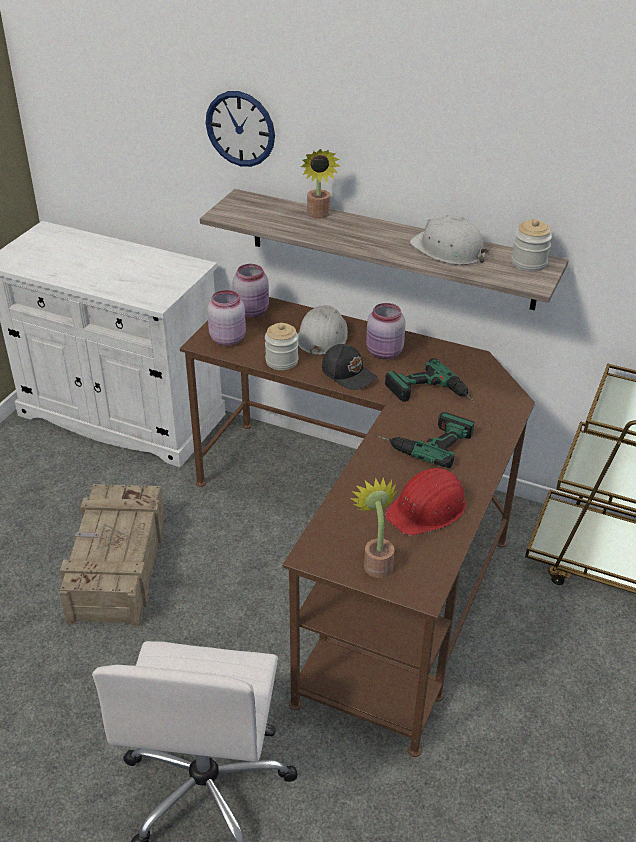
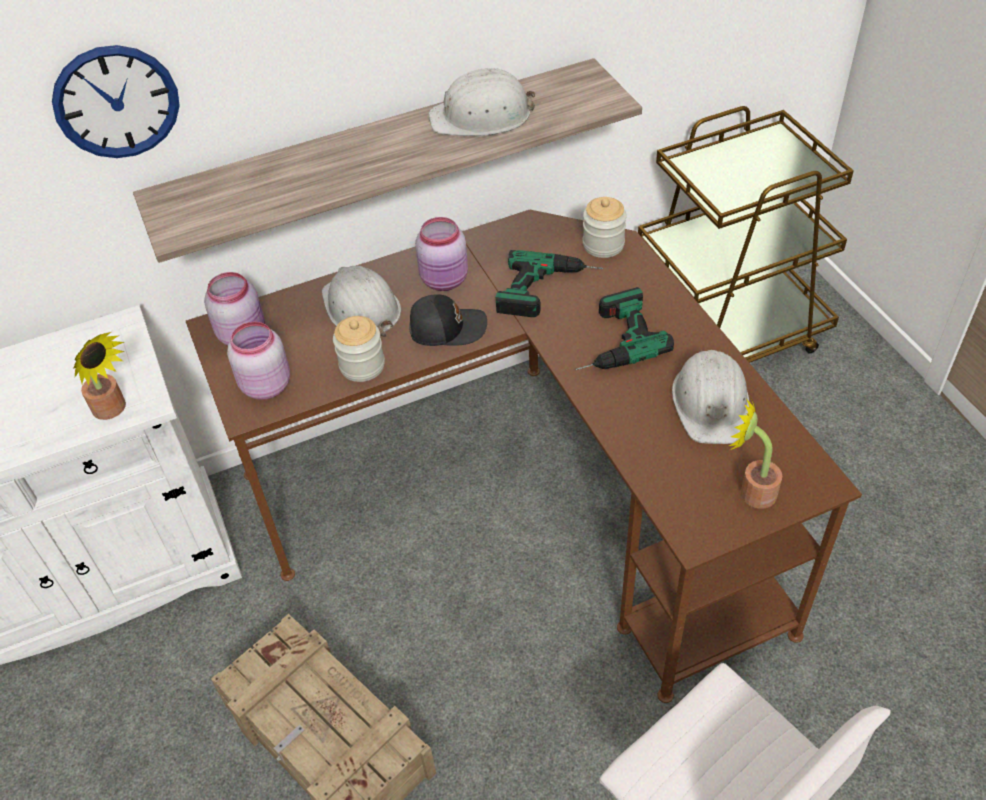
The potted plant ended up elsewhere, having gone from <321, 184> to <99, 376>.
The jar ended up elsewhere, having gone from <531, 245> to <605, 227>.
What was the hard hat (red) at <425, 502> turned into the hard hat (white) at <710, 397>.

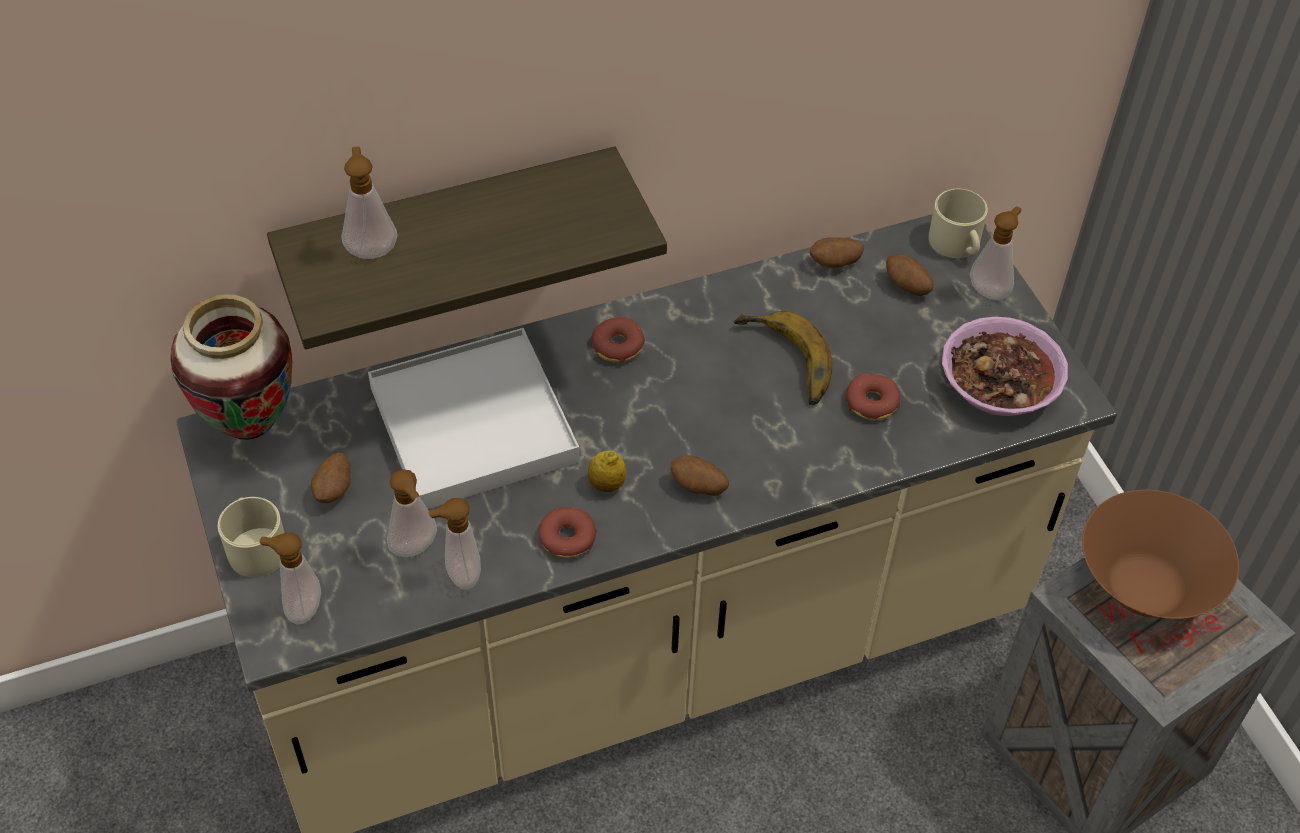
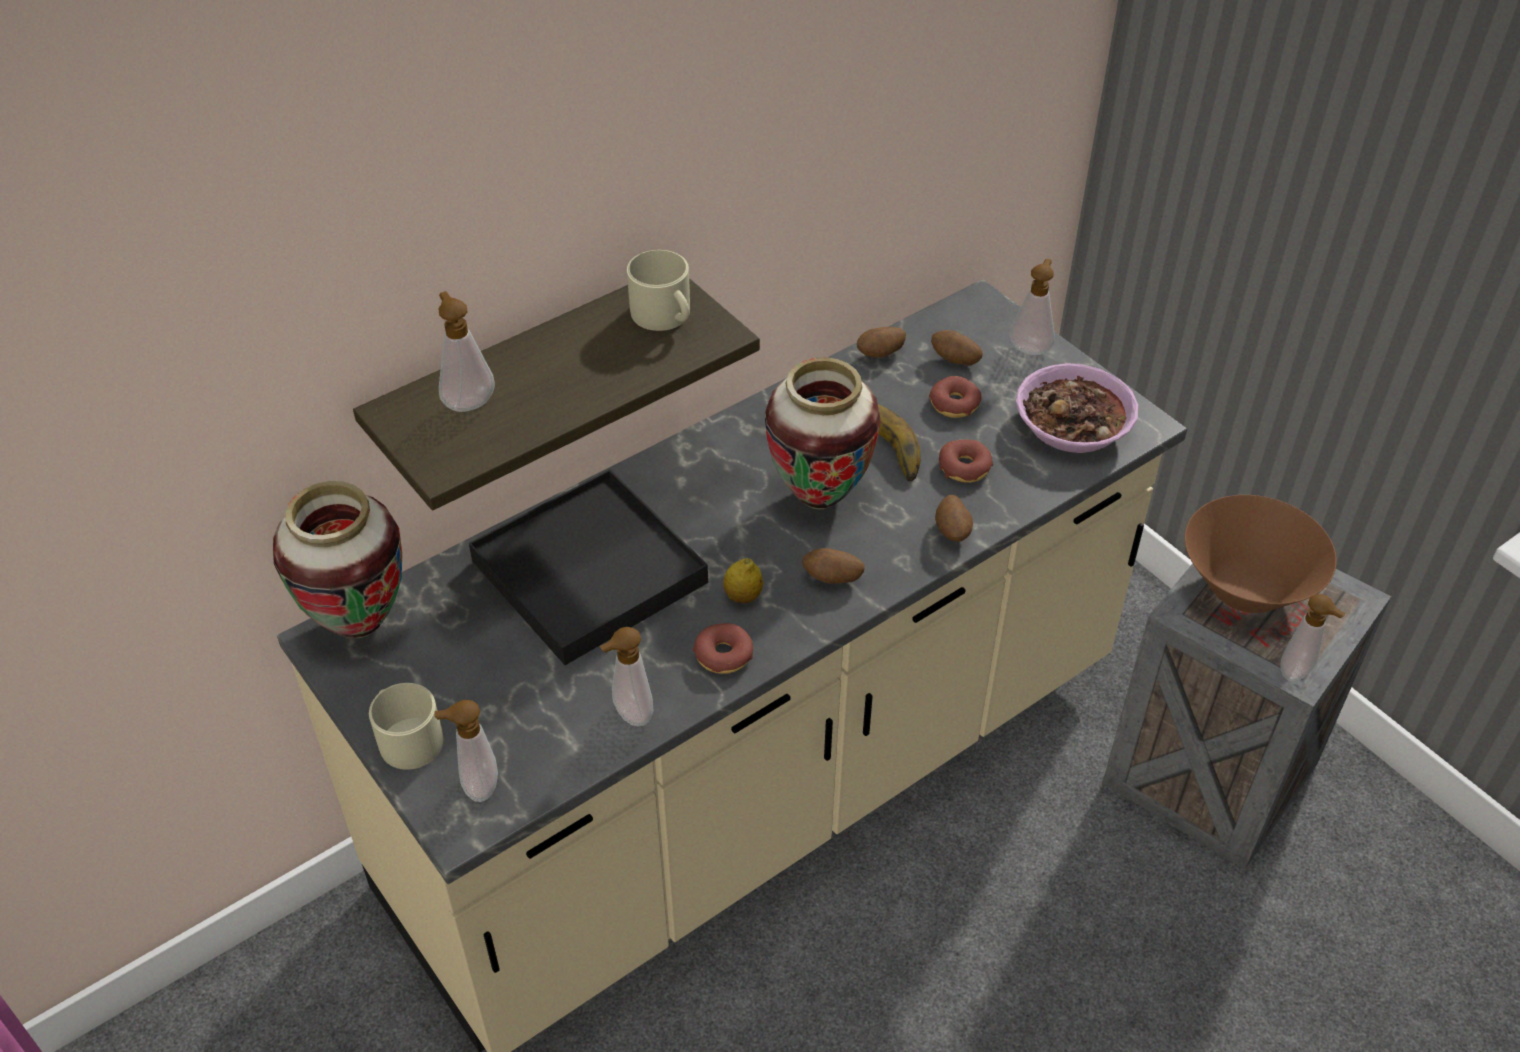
The second view gained the vase at <823, 433>.
The potato ended up elsewhere, having gone from <331, 477> to <954, 518>.
The soap dispenser ended up elsewhere, having gone from <412, 513> to <1313, 637>.
The donut ended up elsewhere, having gone from <618, 340> to <955, 397>.
The mug (beige) ended up elsewhere, having gone from <958, 223> to <658, 290>.
What was the tray (white) at <473, 418> turned into the tray (black) at <588, 567>.

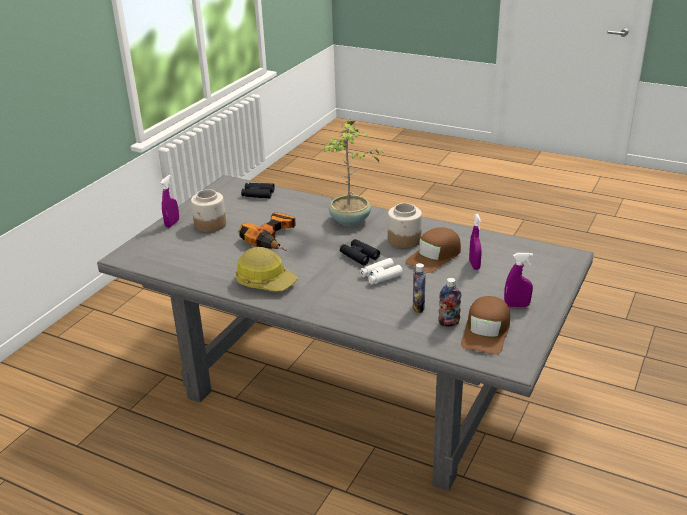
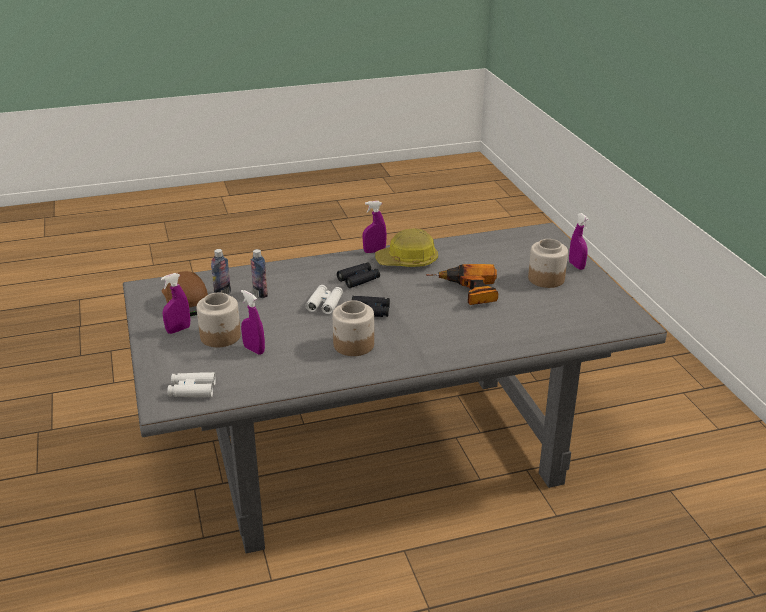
The second view lost the potted plant at <354, 172>.
The second view lost the cap (brown) at <433, 250>.
The second view gained the binoculars (white) at <191, 384>.
The second view gained the jar at <219, 320>.
The second view gained the spray bottle (purple) at <374, 227>.
The binoculars (black) ended up elsewhere, having gone from <258, 190> to <358, 275>.

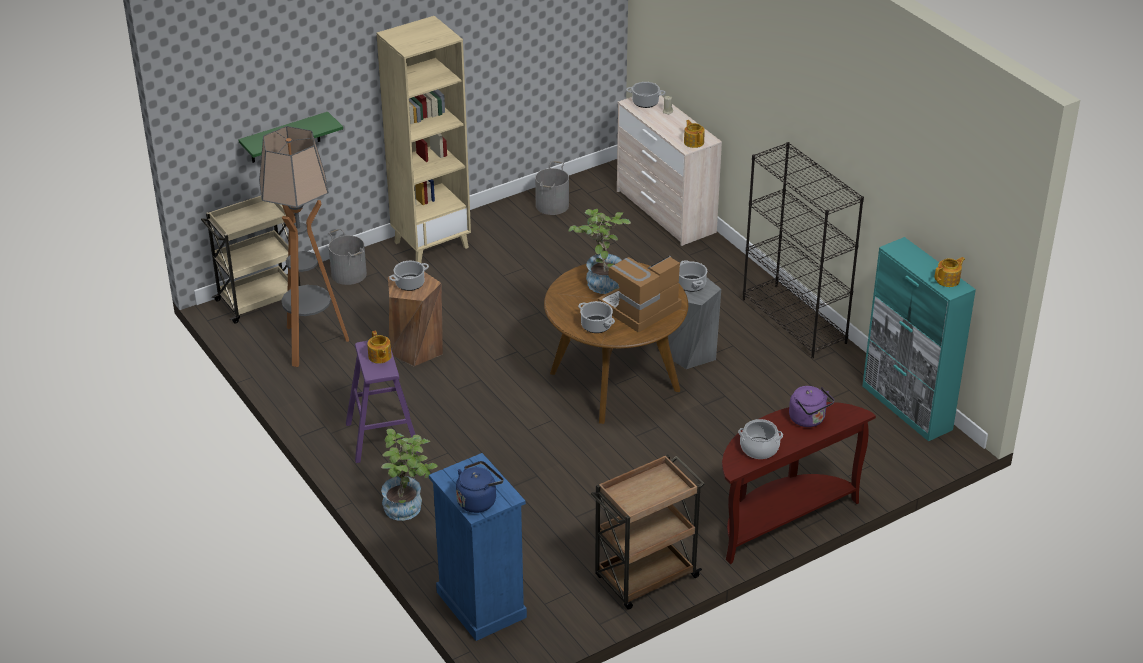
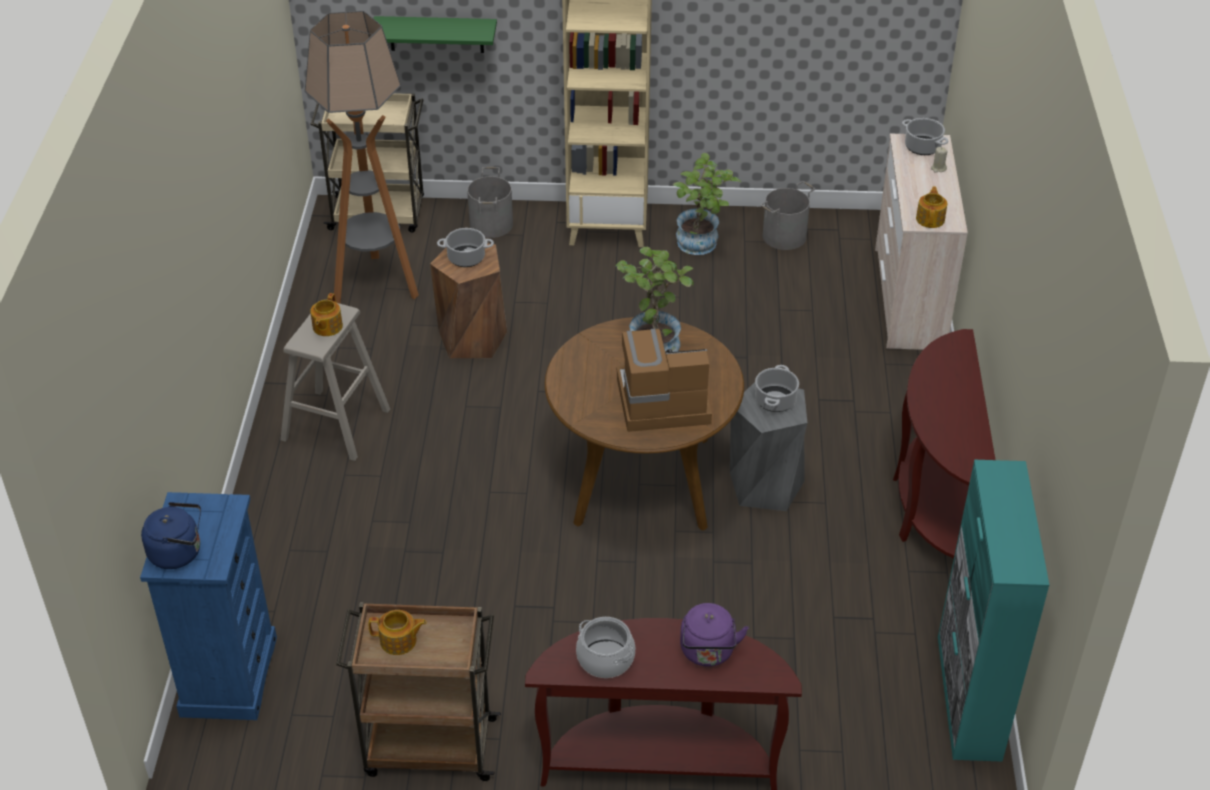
The second view lost the cooking pot at <596, 317>.
The potted plant ended up elsewhere, having gone from <409, 475> to <707, 204>.
The teapot ended up elsewhere, having gone from <950, 272> to <398, 632>.
Where the bookcase (black) stood at <803, 250>, the console table (brown) came to stand at <944, 443>.
What was the stool (purple) at <383, 402> turned into the stool (beige) at <335, 382>.

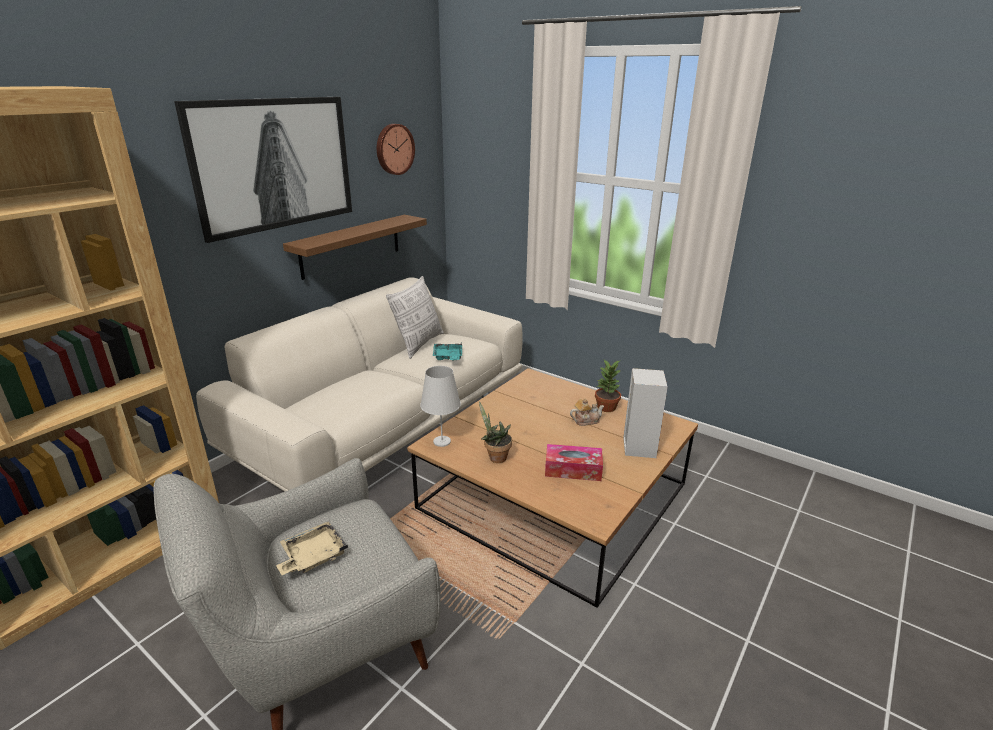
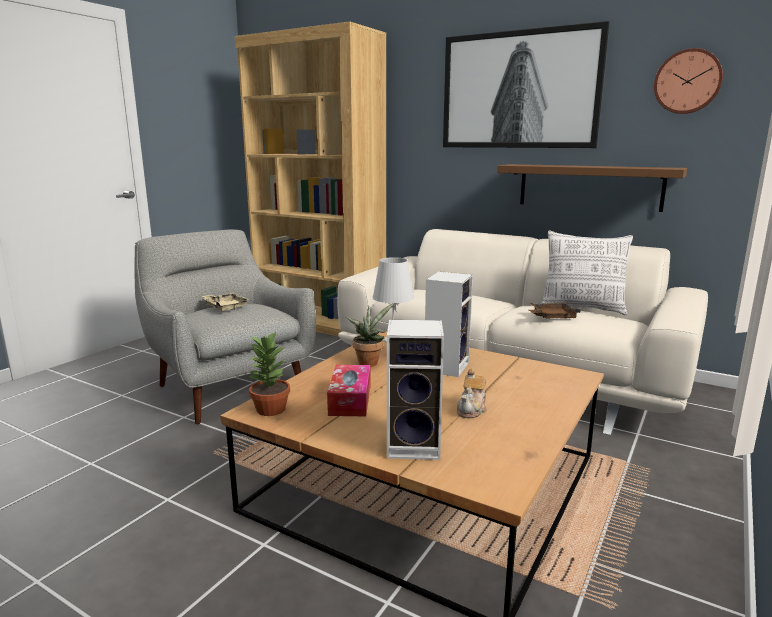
The second view gained the speaker at <449, 324>.
The potted plant ended up elsewhere, having gone from <608, 386> to <269, 374>.
What was the tray (turquoise) at <447, 351> turned into the tray (brown) at <555, 310>.
The teapot at <587, 412> ended up facing another way, 45 degrees clockwise from before.

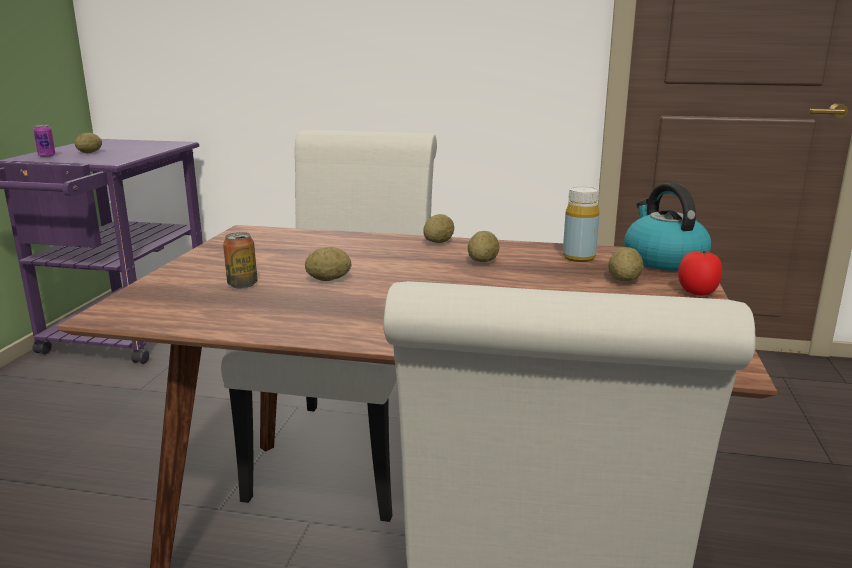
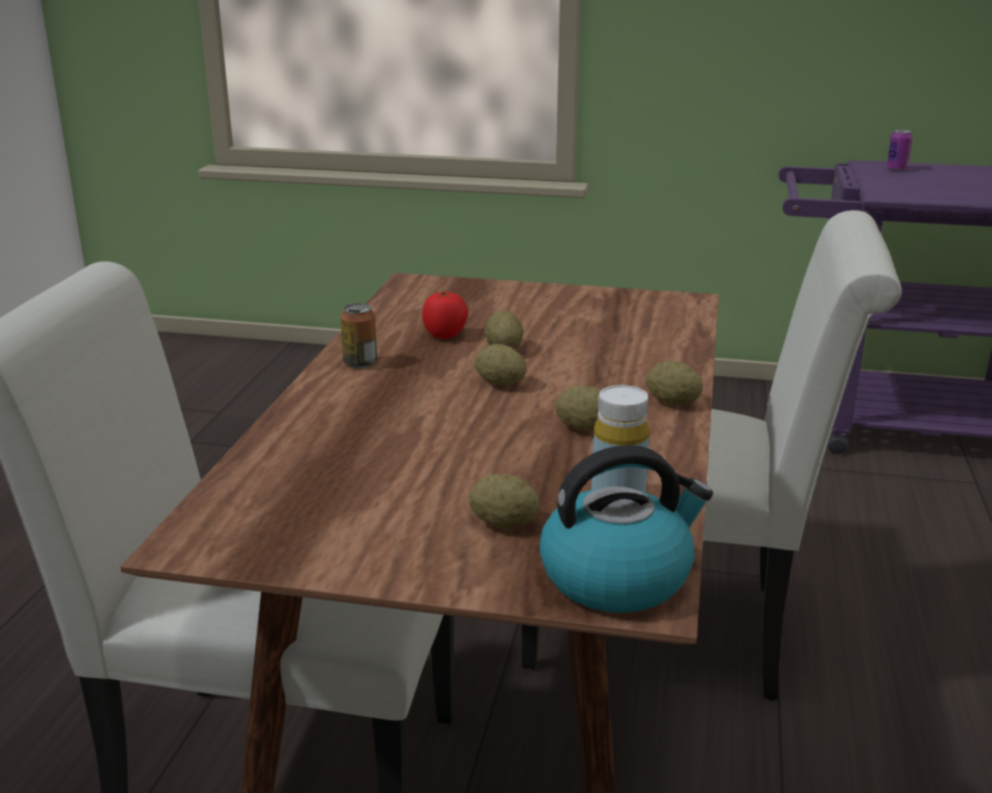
The potato ended up elsewhere, having gone from <88, 143> to <501, 365>.
The can ended up elsewhere, having gone from <240, 260> to <358, 335>.
The tomato ended up elsewhere, having gone from <700, 273> to <445, 315>.

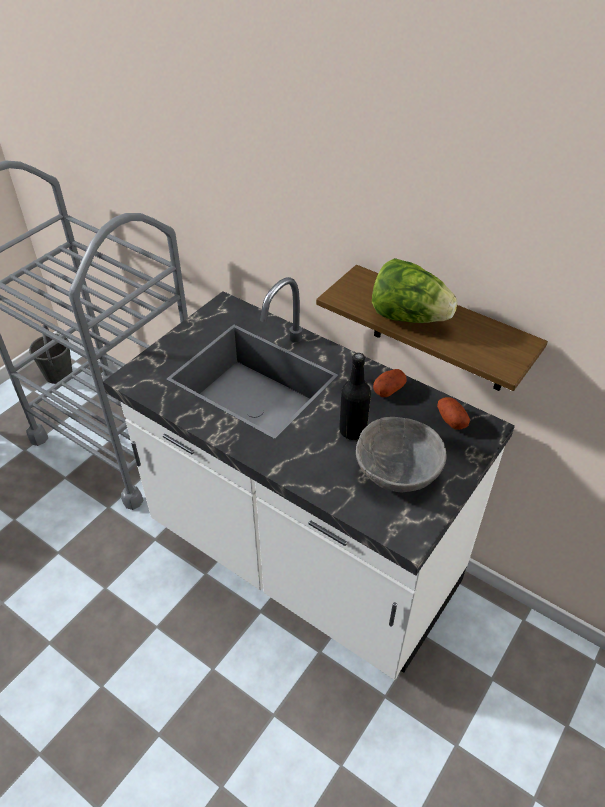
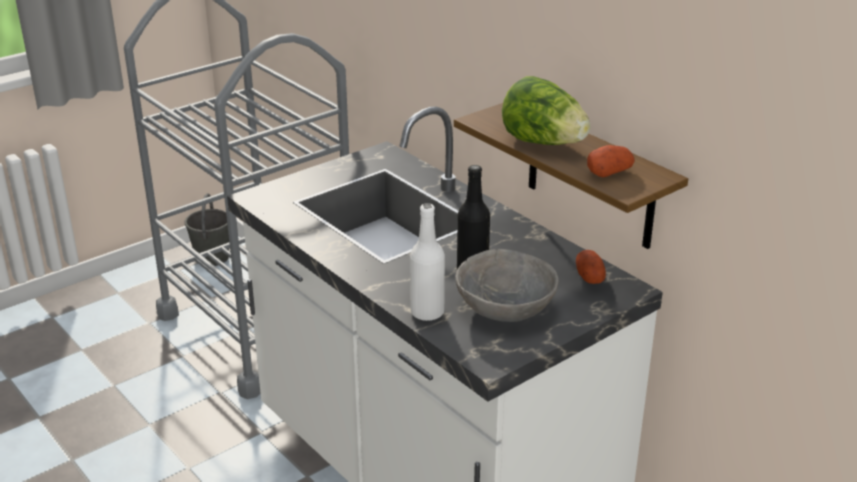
The second view gained the bottle (white) at <427, 262>.
The potato ended up elsewhere, having gone from <390, 383> to <611, 161>.

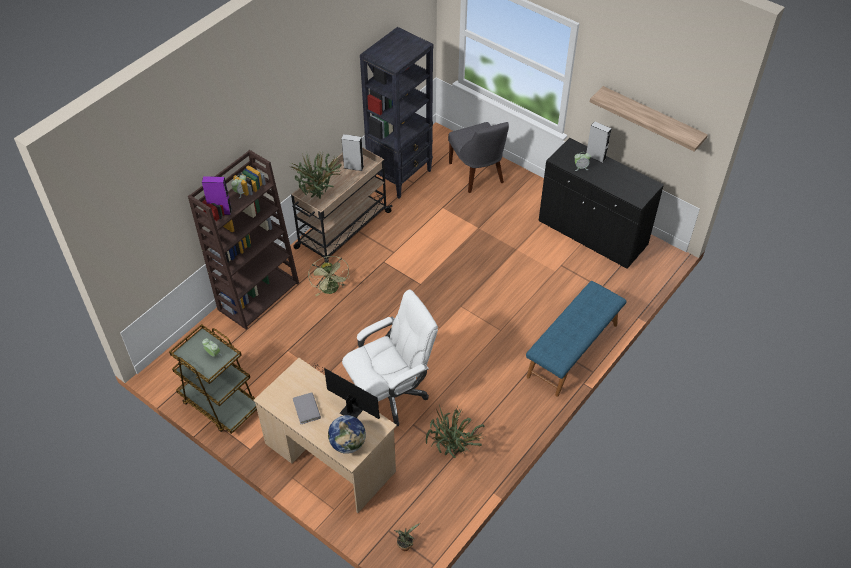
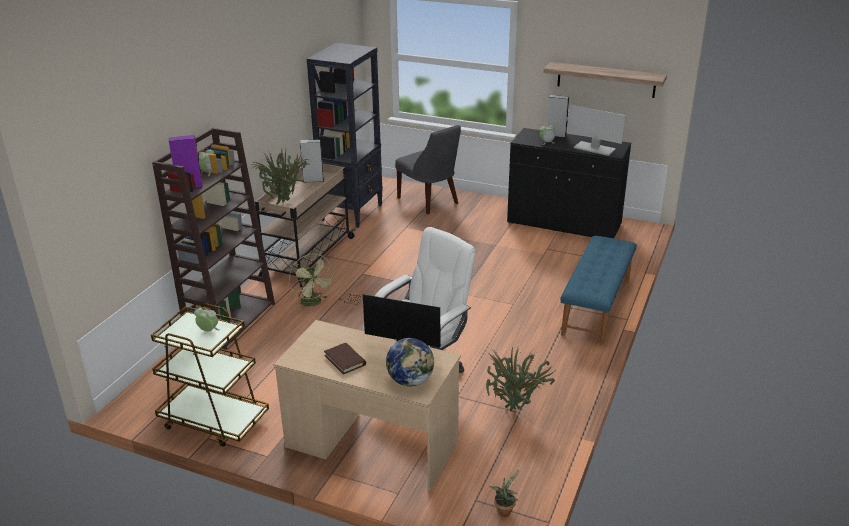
The second view gained the monitor at <596, 130>.
What was the book (grey) at <307, 408> turned into the book (brown) at <345, 359>.

